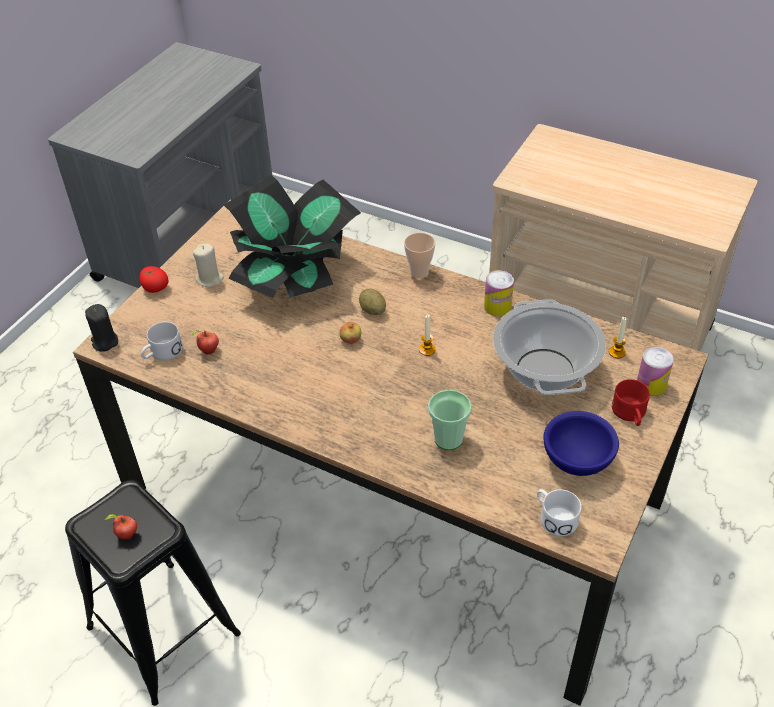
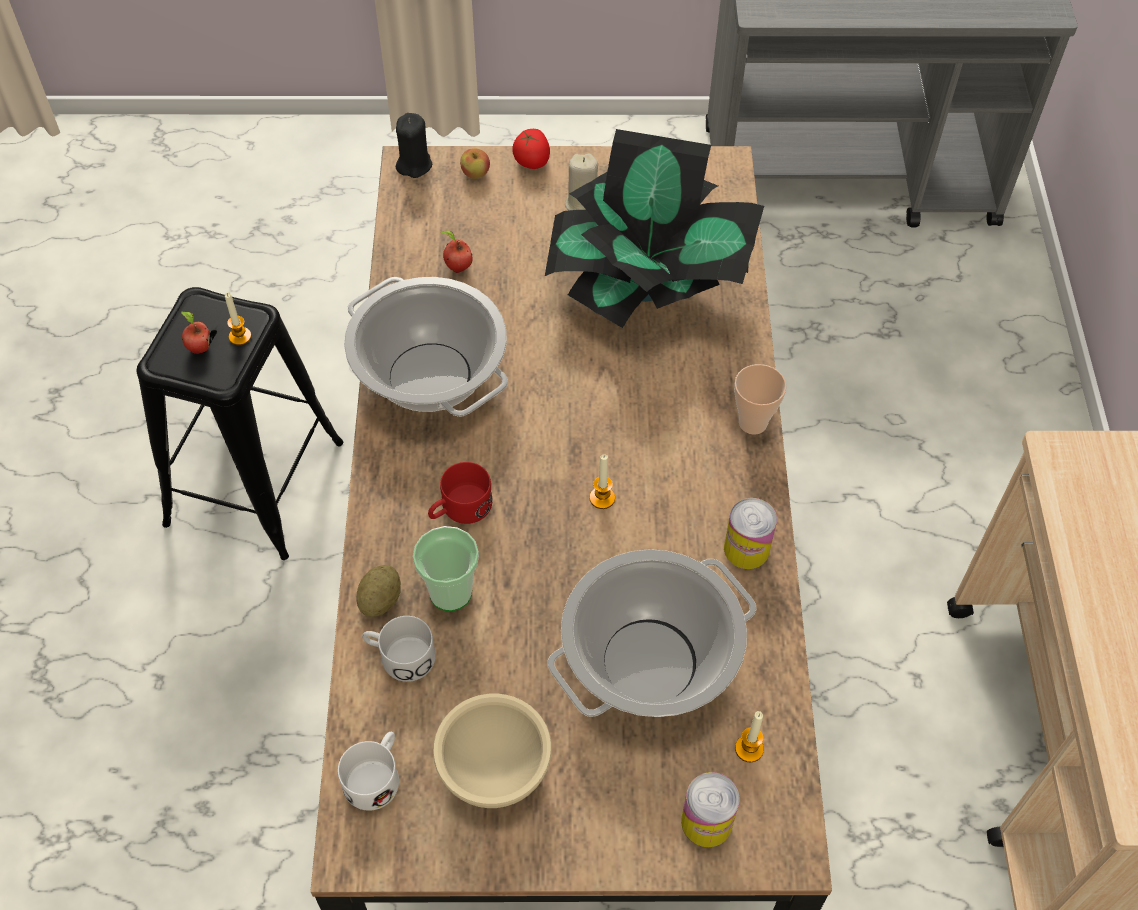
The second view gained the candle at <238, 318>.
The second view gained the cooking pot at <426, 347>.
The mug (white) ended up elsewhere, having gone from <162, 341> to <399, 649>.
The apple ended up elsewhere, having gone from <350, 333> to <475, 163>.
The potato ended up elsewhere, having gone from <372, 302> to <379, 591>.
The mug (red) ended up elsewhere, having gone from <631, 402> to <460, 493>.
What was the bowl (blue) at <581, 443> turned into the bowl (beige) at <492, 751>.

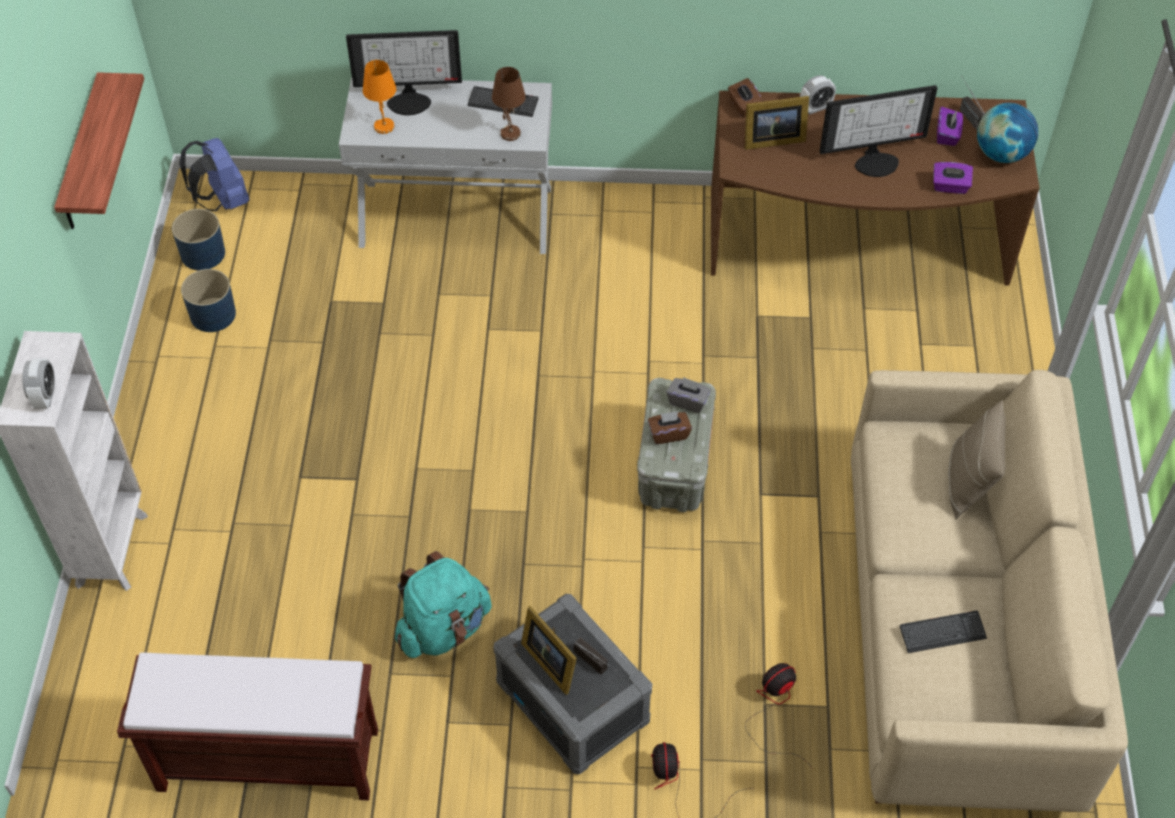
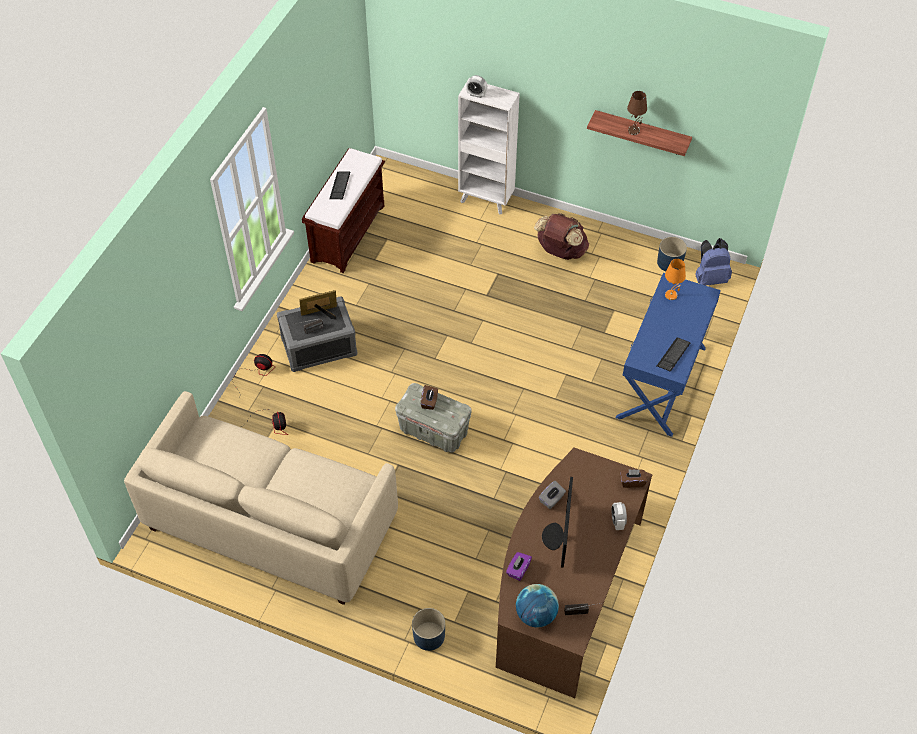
The second view lost the monitor at <404, 73>.
The second view lost the backpack (turquoise) at <443, 604>.
The second view lost the picture frame at <777, 123>.
The second view lost the tissue box (purple) at <950, 126>.
The second view lost the pillow (beige) at <977, 460>.
The second view gained the backpack (brown) at <561, 236>.
The planter (blue) ended up elsewhere, having gone from <208, 300> to <428, 629>.
The table lamp (brown) ended up elsewhere, having gone from <509, 104> to <637, 113>.
The tissue box (grey) ended up elsewhere, having gone from <688, 395> to <552, 495>.
The keyboard ended up elsewhere, having gone from <943, 632> to <340, 185>.
What was the console table (white) at <445, 165> turned into the console table (blue) at <668, 355>.

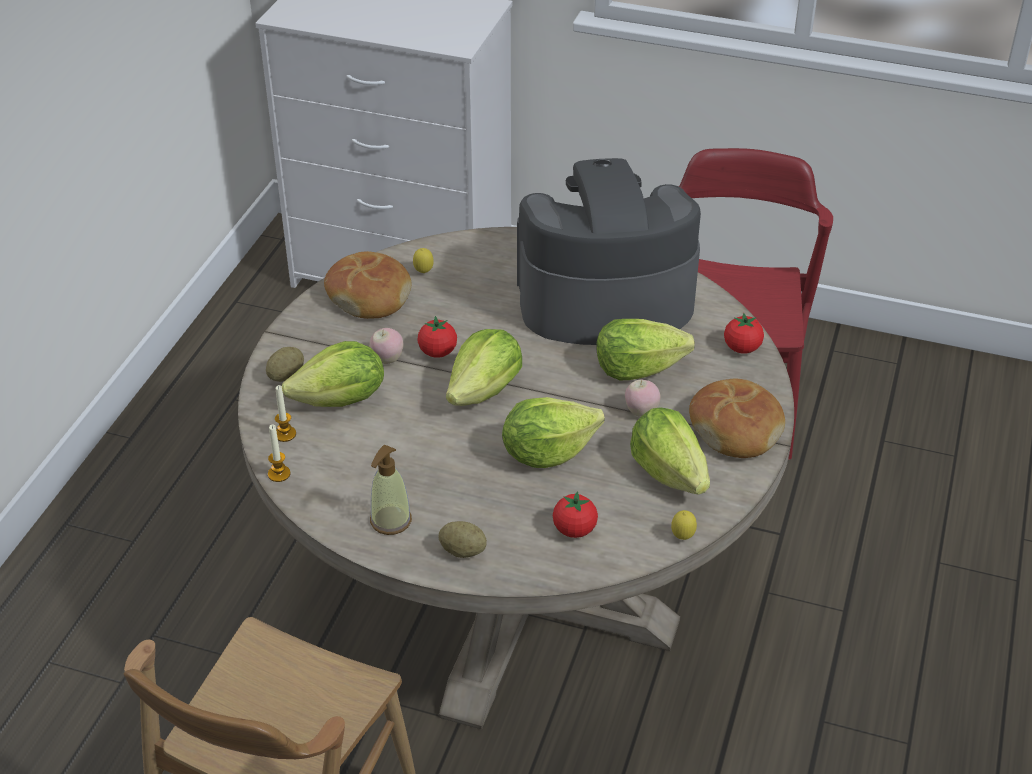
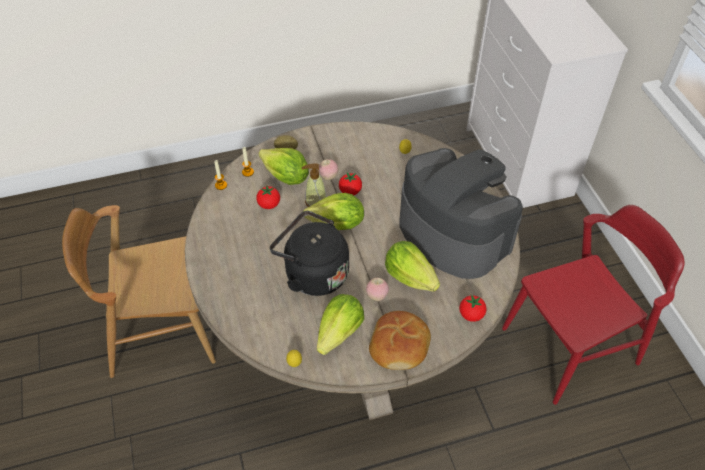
The second view lost the bread at <367, 285>.
The second view lost the potato at <463, 539>.
The soap dispenser ended up elsewhere, having gone from <391, 490> to <314, 185>.
The tomato ended up elsewhere, having gone from <575, 514> to <268, 197>.
Where the lettuce stood at <553, 432>, the kettle (black) came to stand at <309, 253>.

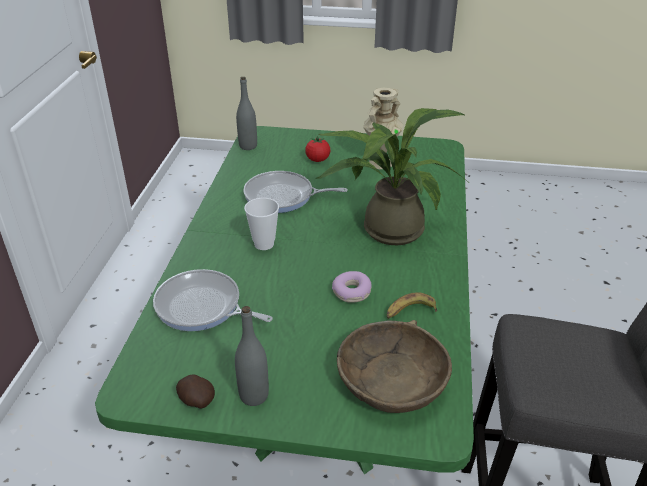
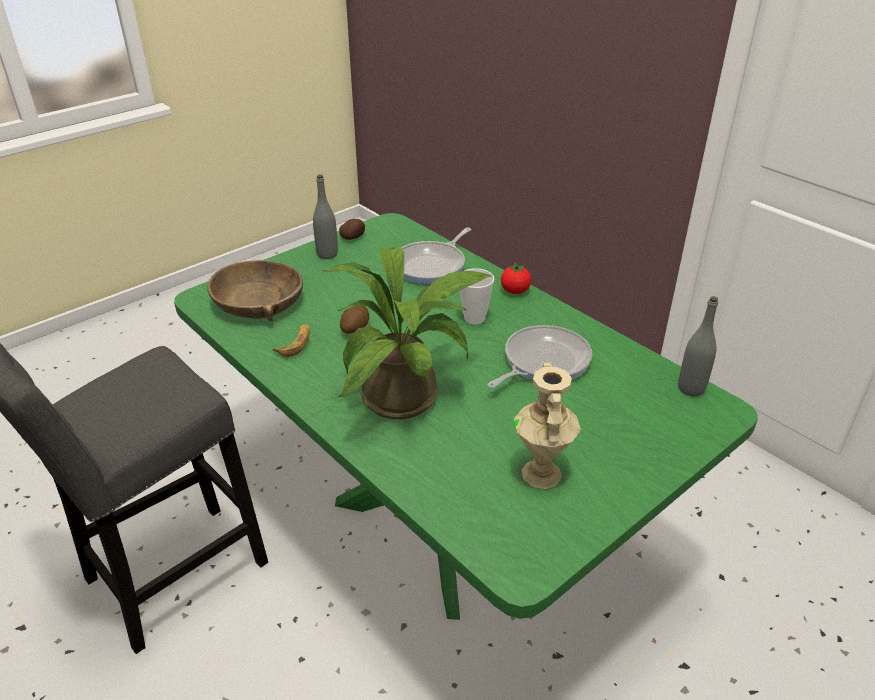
The tomato ended up elsewhere, having gone from <317, 149> to <516, 278>.
Where the donut stood at <351, 287>, the potato came to stand at <354, 319>.
The frying pan at <213, 300> ended up facing another way, 150 degrees clockwise from before.

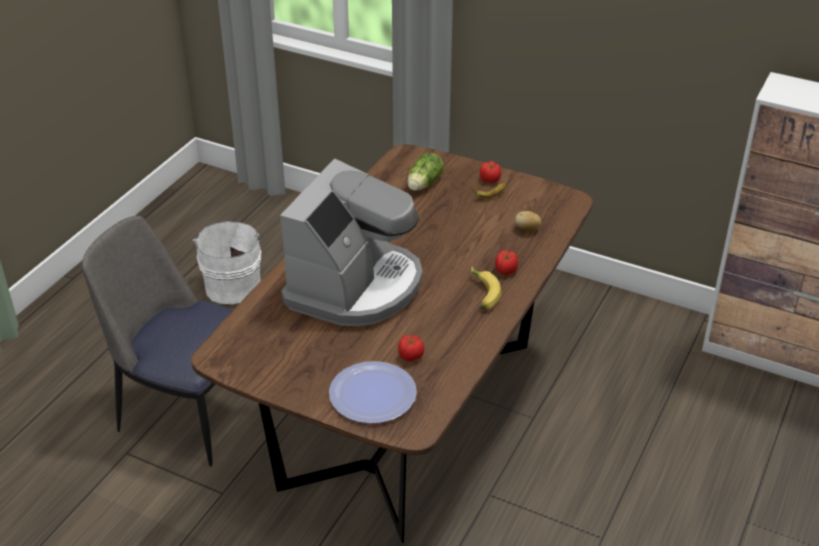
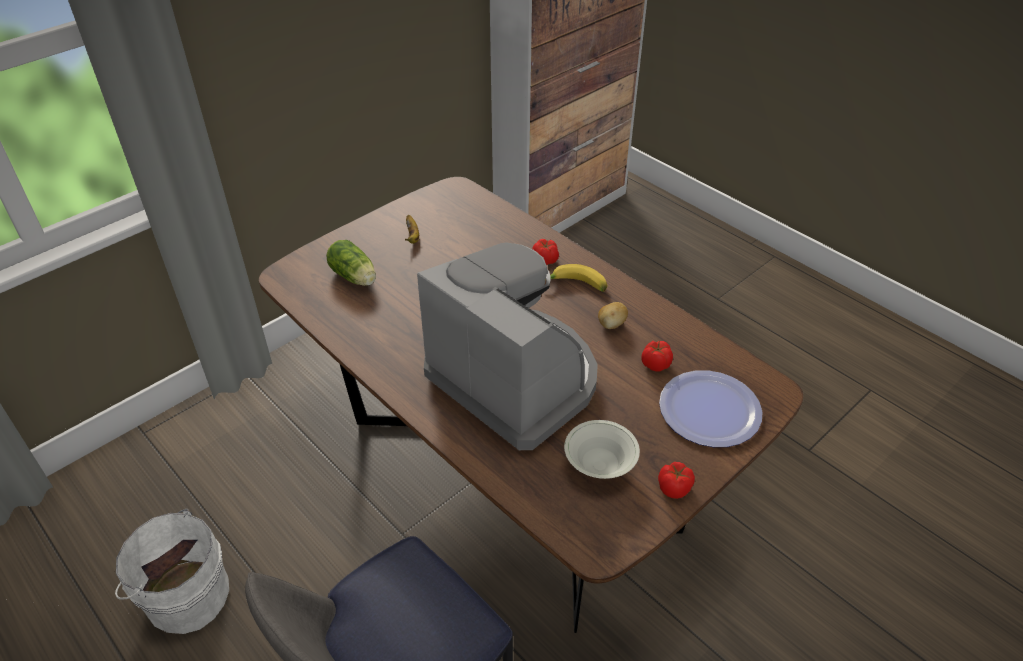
The second view gained the bowl (white) at <602, 449>.
The tomato ended up elsewhere, having gone from <490, 172> to <676, 480>.
The potato ended up elsewhere, having gone from <528, 221> to <613, 315>.

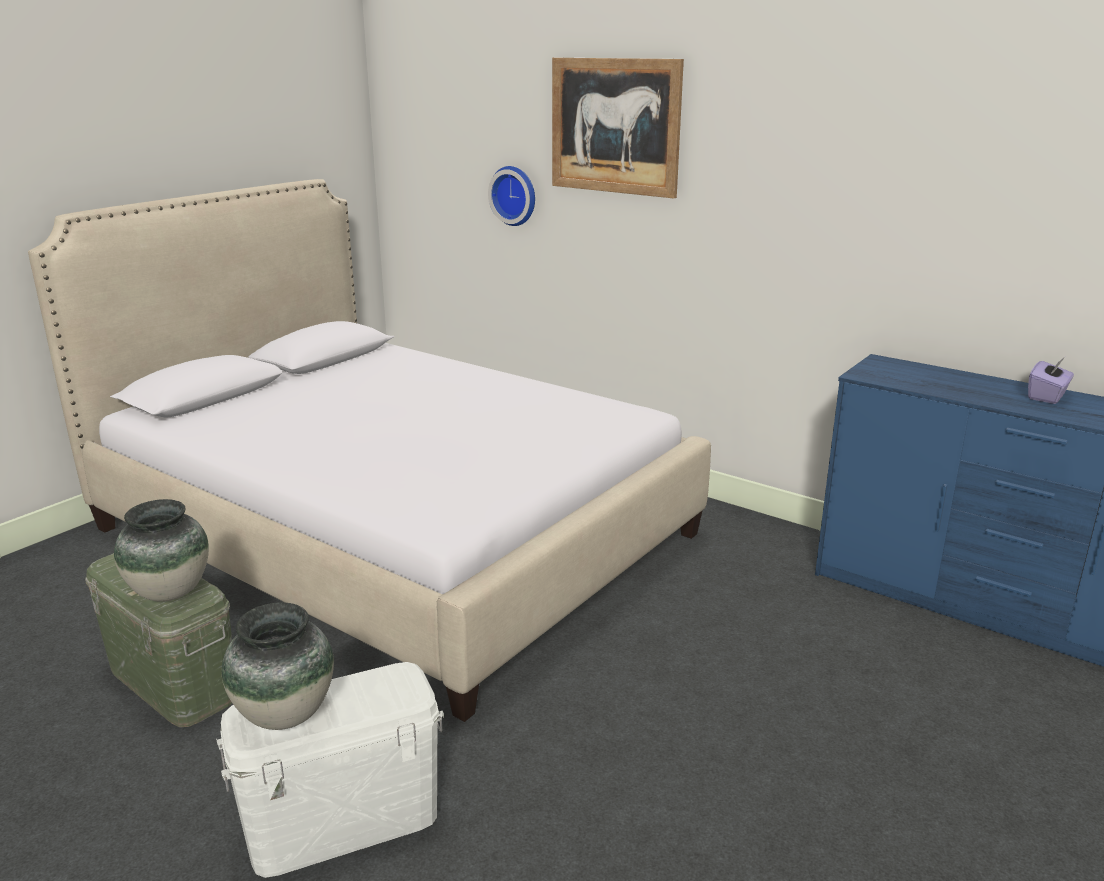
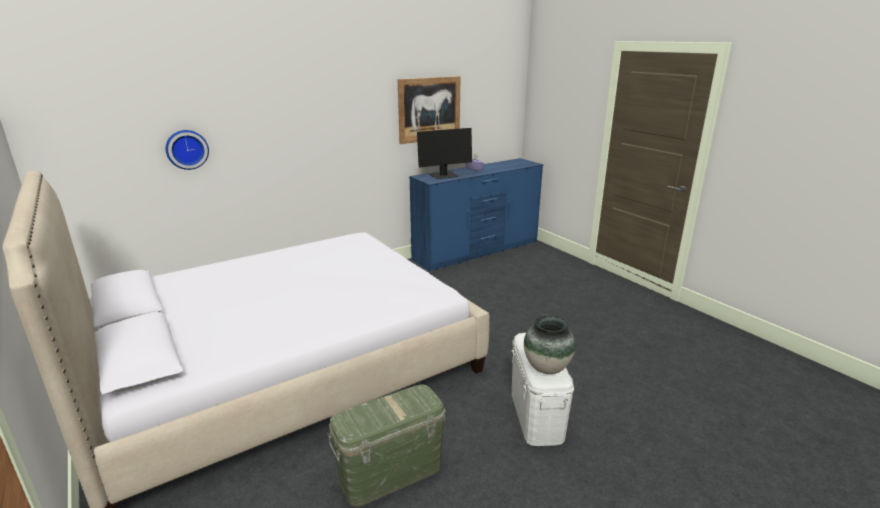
The second view lost the vase at <161, 550>.
The second view gained the monitor at <444, 153>.
The picture ended up elsewhere, having gone from <618, 128> to <429, 110>.

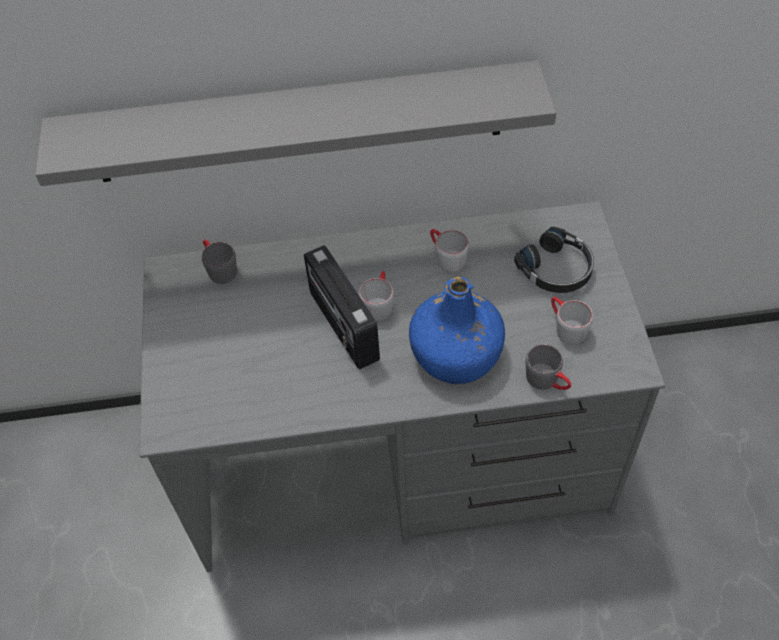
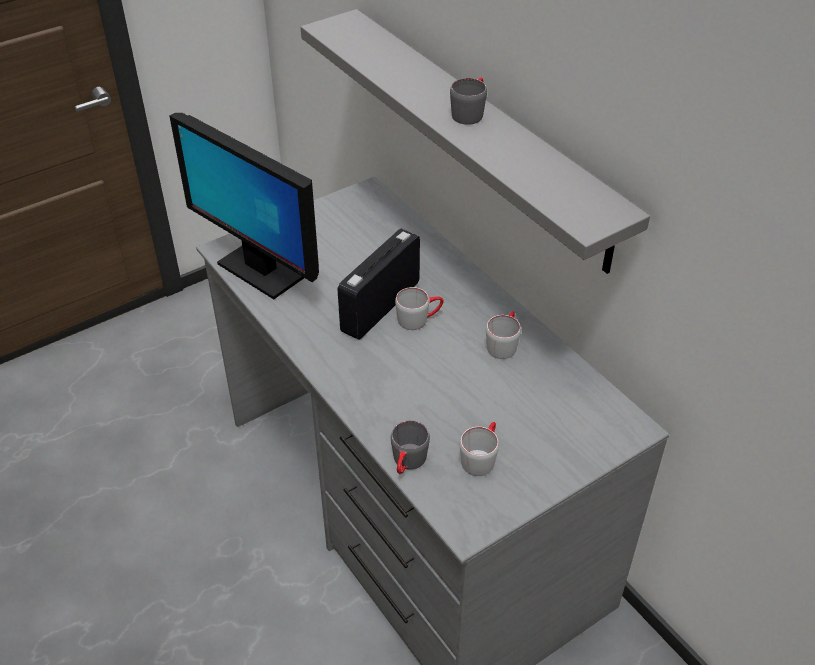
The second view lost the bottle (blue) at <457, 330>.
The second view lost the headphones (black) at <554, 260>.
The second view gained the monitor at <244, 206>.
The mug (grey) ended up elsewhere, having gone from <219, 262> to <468, 101>.

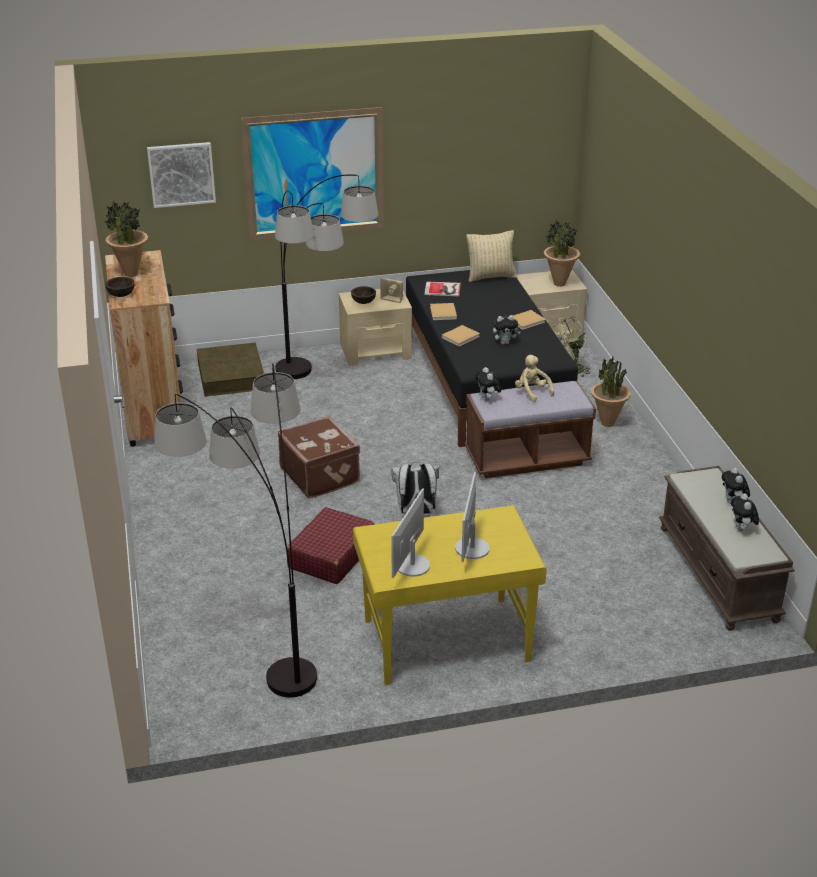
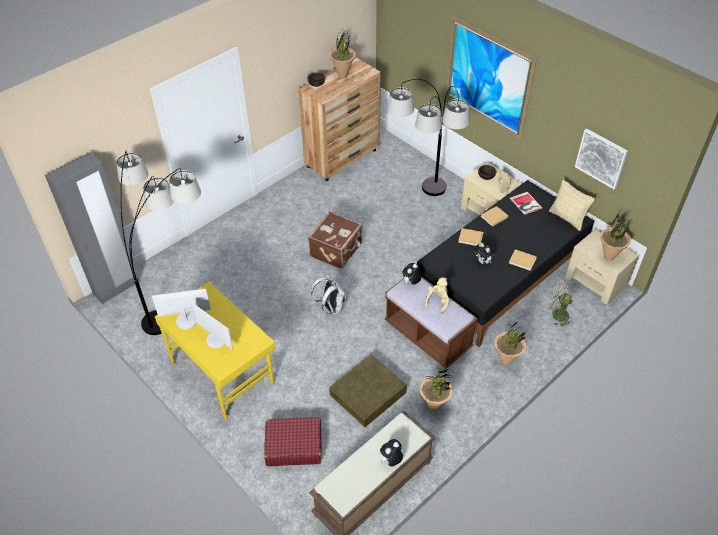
The second view lost the plush toy at <745, 512>.
The second view gained the wardrobe (grey) at <92, 228>.
The second view gained the potted plant at <436, 390>.
The picture ended up elsewhere, having gone from <181, 175> to <601, 158>.
The storage box (brown) ended up elsewhere, having gone from <230, 369> to <368, 391>.
The suitcase (red) ended up elsewhere, having gone from <330, 545> to <293, 441>.
The monitor at <472, 517> ended up facing another way, 120 degrees counterclockwise from before.

